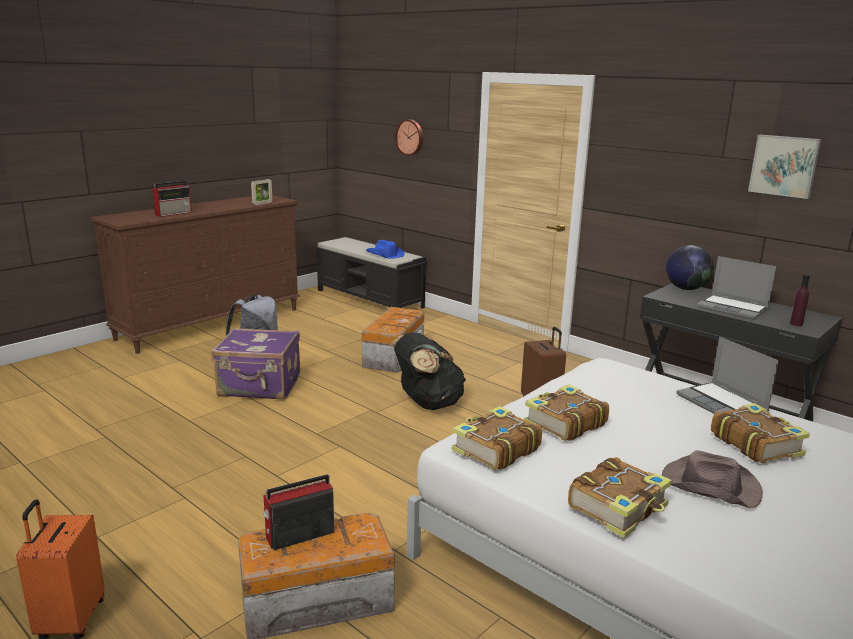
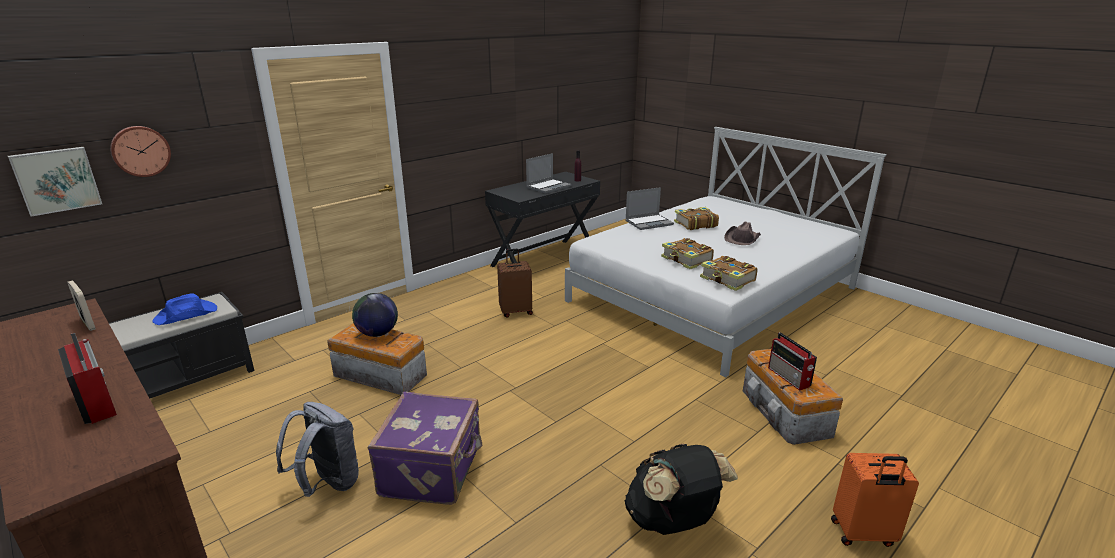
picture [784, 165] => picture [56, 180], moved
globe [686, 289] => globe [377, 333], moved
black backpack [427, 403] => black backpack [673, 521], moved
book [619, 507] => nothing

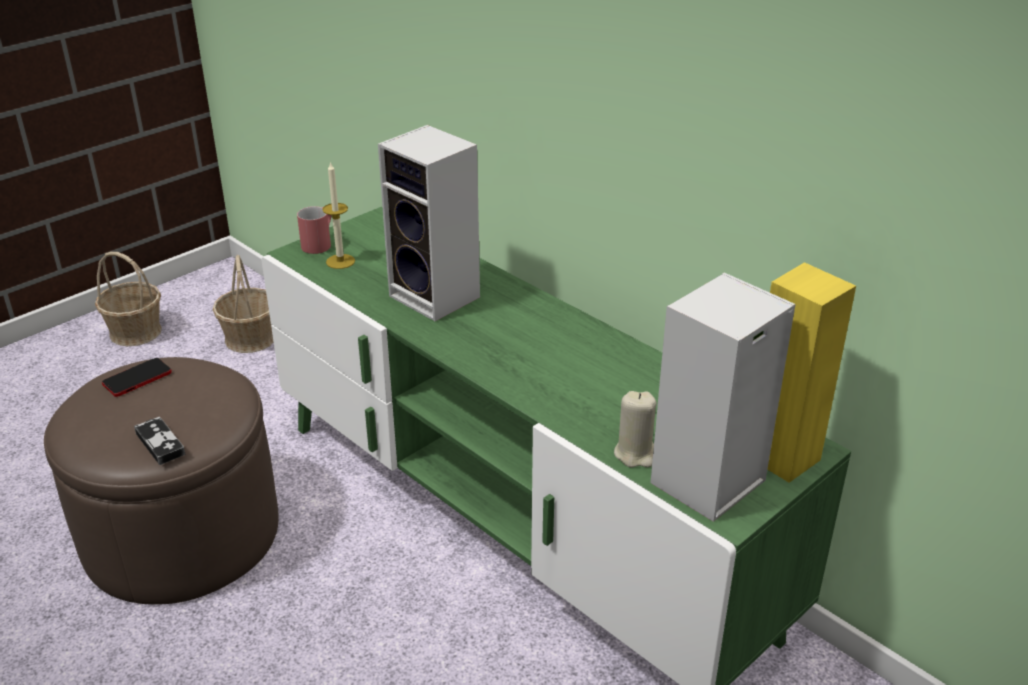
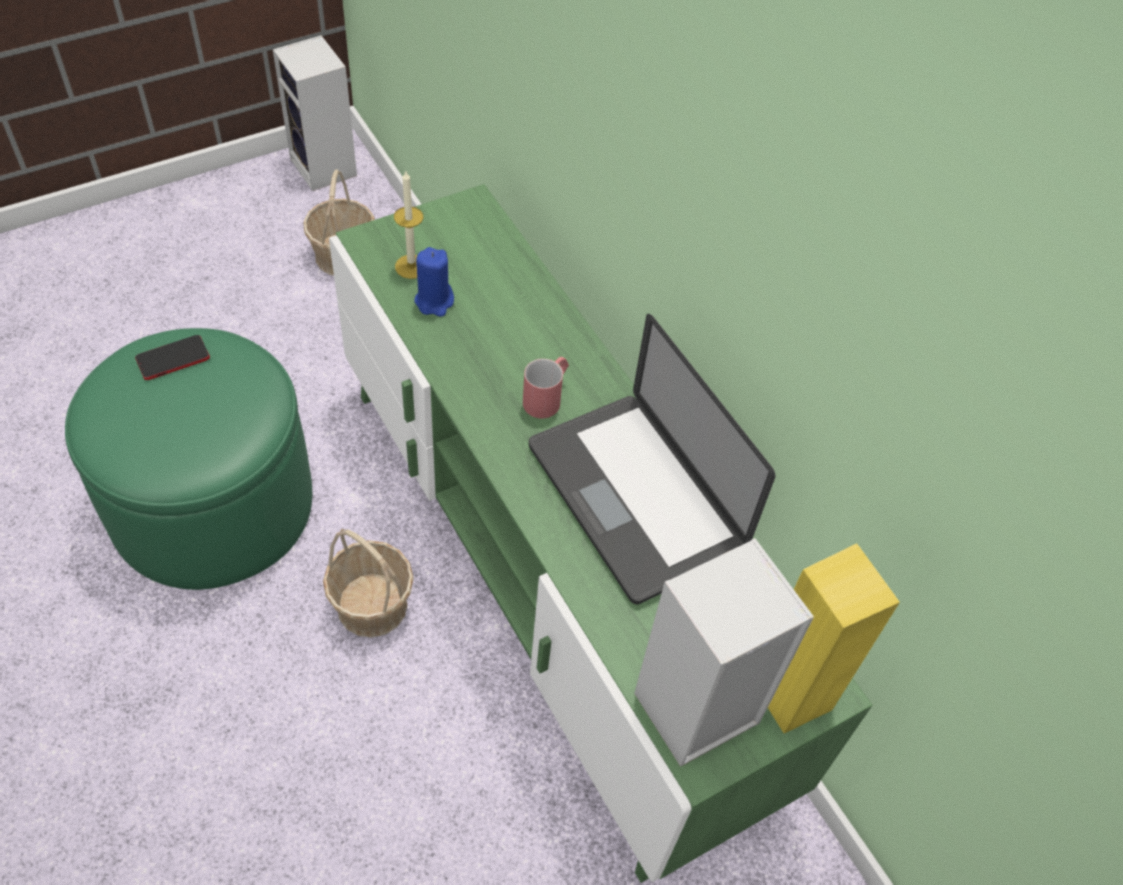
speaker [438, 297] => speaker [326, 168], moved
red mug [319, 243] => red mug [547, 397], moved
basket [135, 332] => basket [372, 605], moved
brown ottoman [181, 533] => green ottoman [212, 503]
beige candle [635, 454] => nothing
game controller [160, 443] => nothing
nothing => blue candle [434, 301]
nothing => laptop [634, 497]

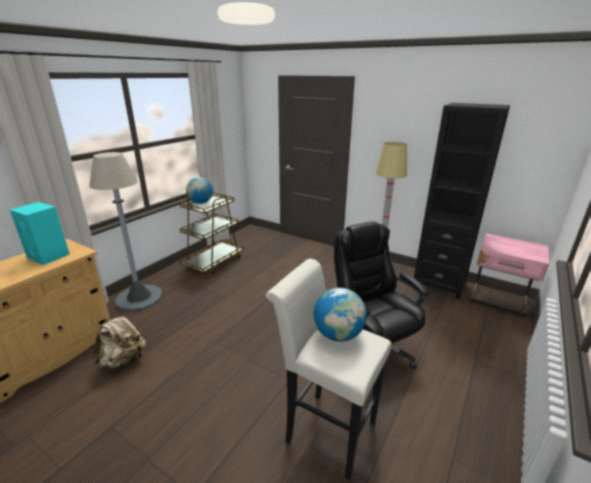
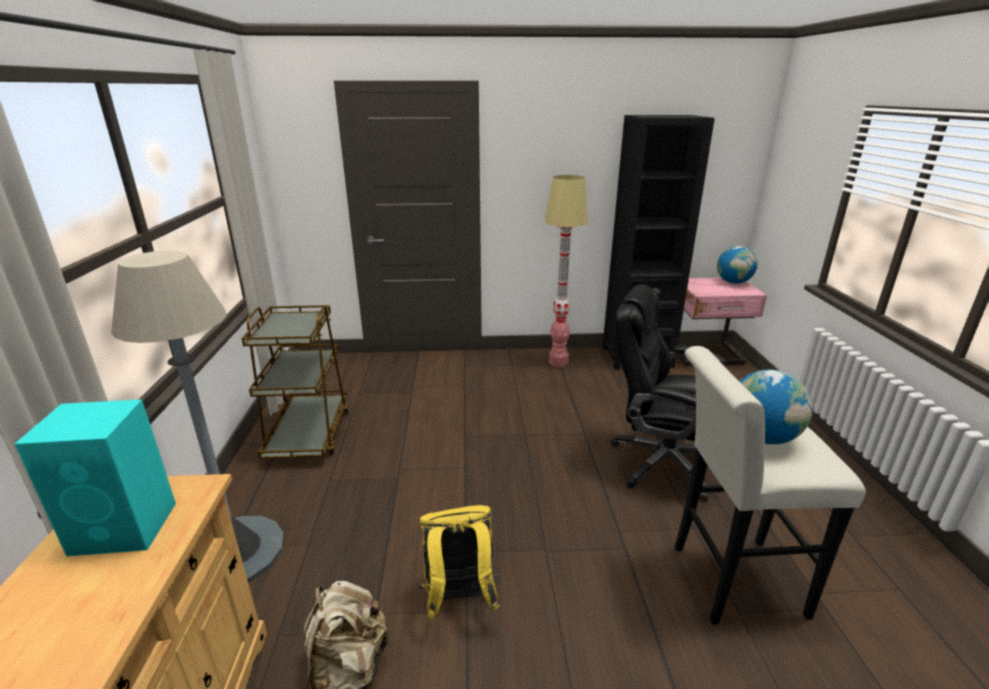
globe [201, 202] => globe [733, 282], moved
nothing => yellow backpack [459, 599]

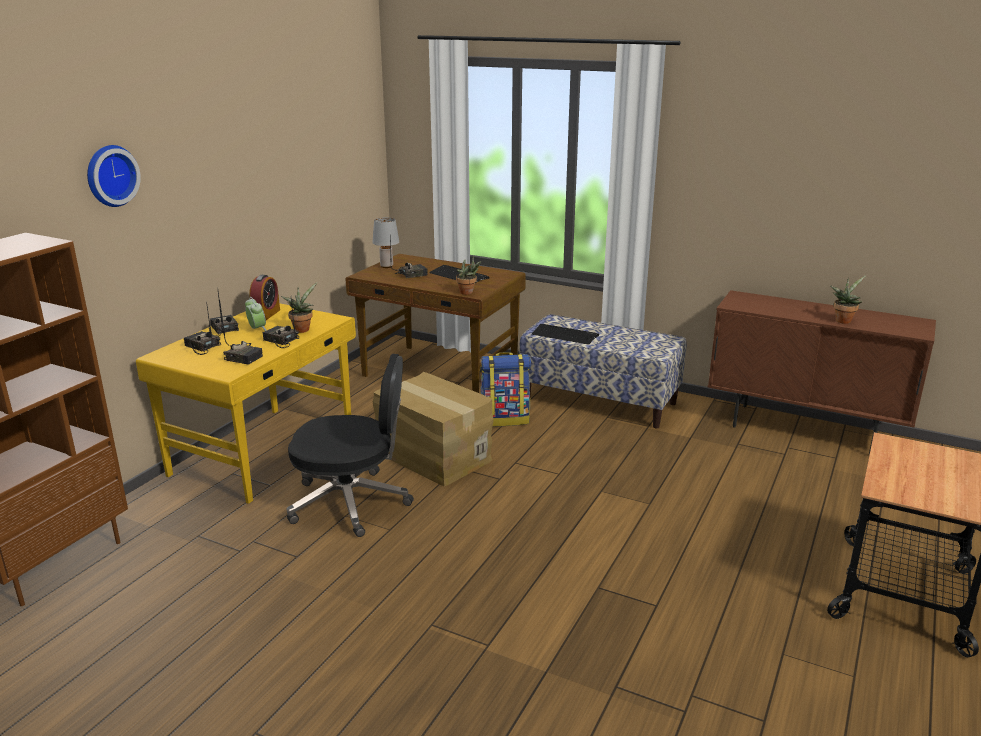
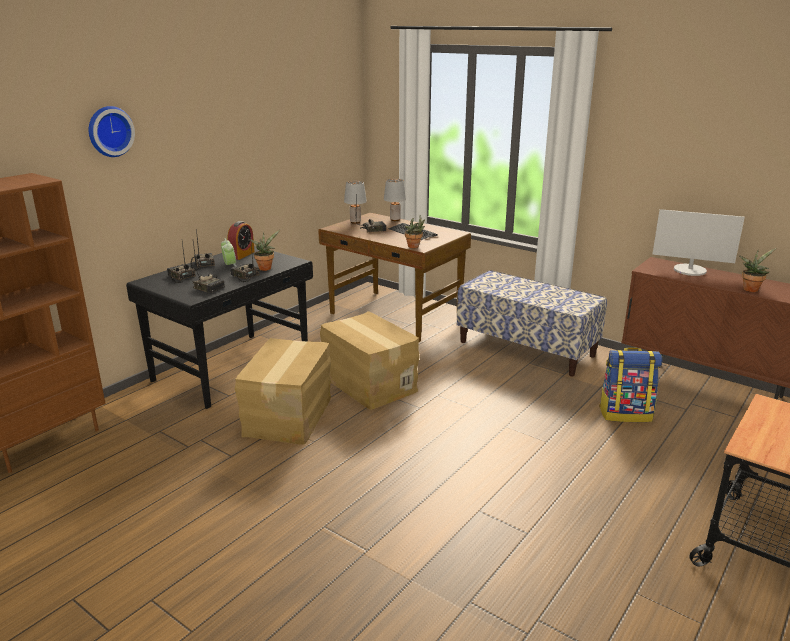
yellow desk [266, 452] => black desk [233, 368]
keyboard [564, 335] => nothing
backpack [505, 419] => backpack [625, 414], moved
black office chair [352, 502] => cardboard box [289, 416]
nothing => grey table lamp [395, 220]
nothing => monitor [690, 270]

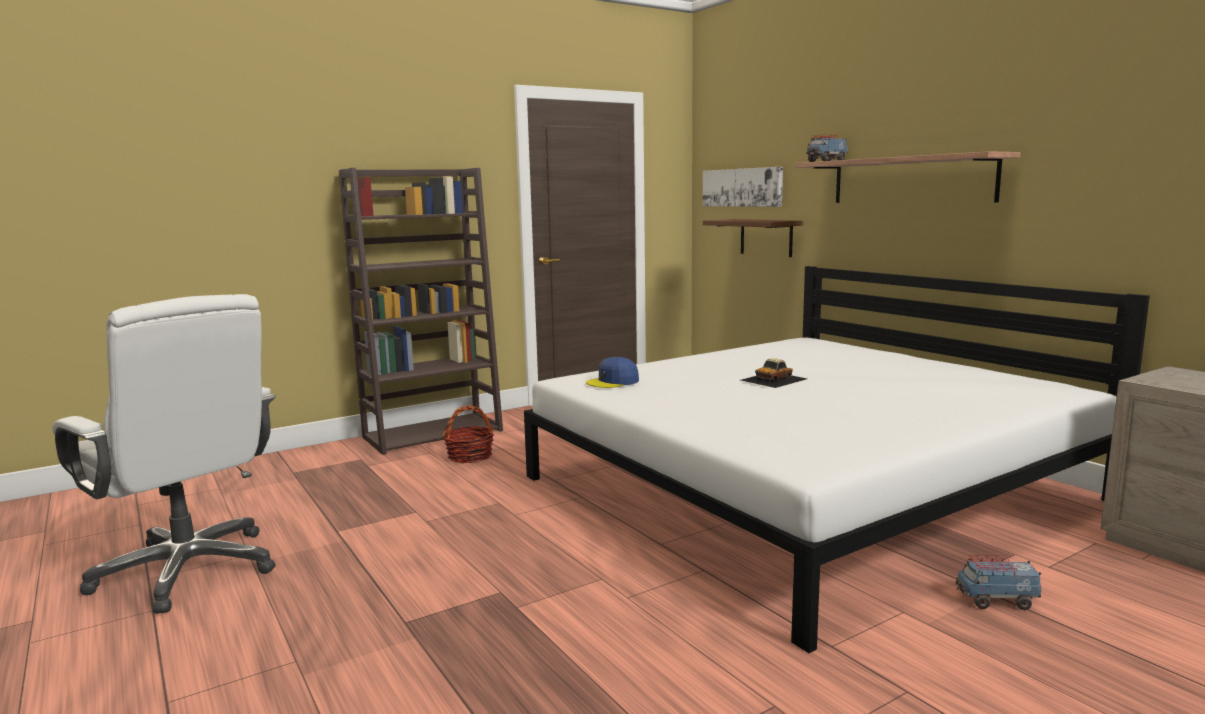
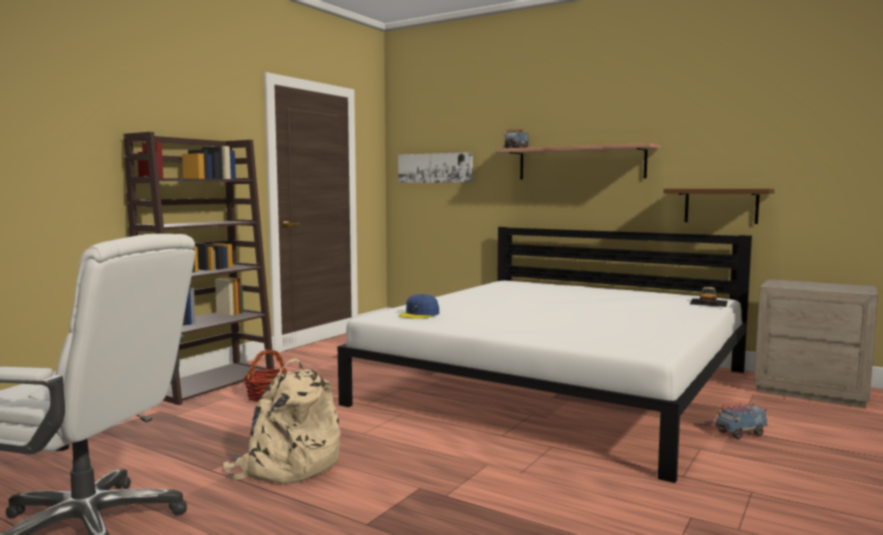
brown shelf [766, 237] => brown shelf [721, 205], moved
toy car [774, 379] => toy car [709, 302], moved
nothing => beige backpack [287, 466]

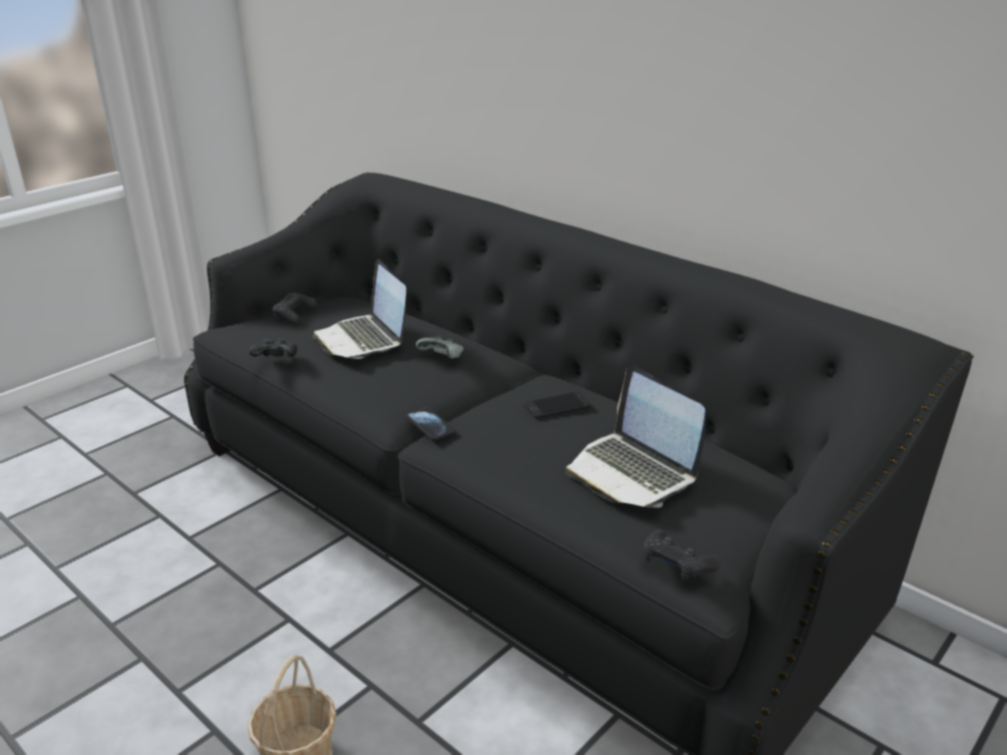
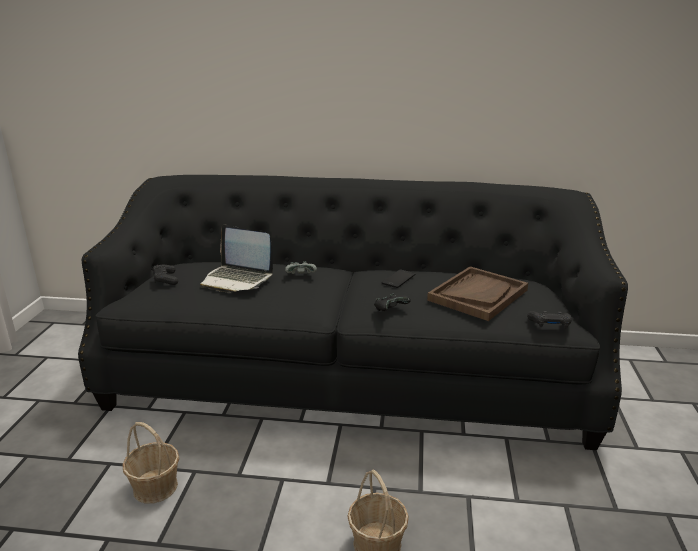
black game controller [277, 360] => black game controller [390, 310], moved
laptop [632, 472] => brown tray [478, 295]
phone [430, 425] => nothing
nothing => basket [155, 487]

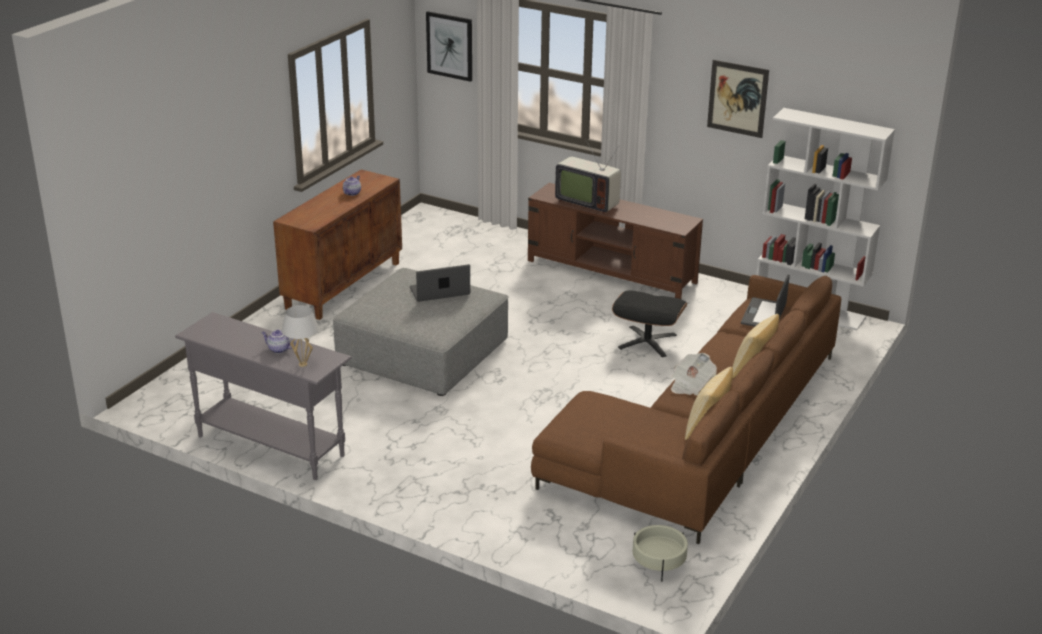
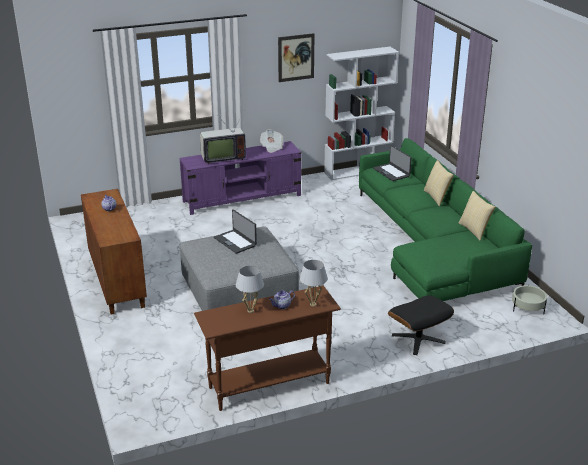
picture [450, 46] => nothing
brown tv stand [612, 272] => purple tv stand [242, 198]
laptop [440, 292] => laptop [235, 241], 60 degrees counterclockwise
brown sofa [703, 434] => green sofa [431, 246]
black ottoman [647, 341] => black ottoman [418, 339], moved
grey console table [270, 445] => brown console table [268, 385]
newspaper [691, 385] => newspaper [271, 147], moved
nothing => white table lamp [250, 311]

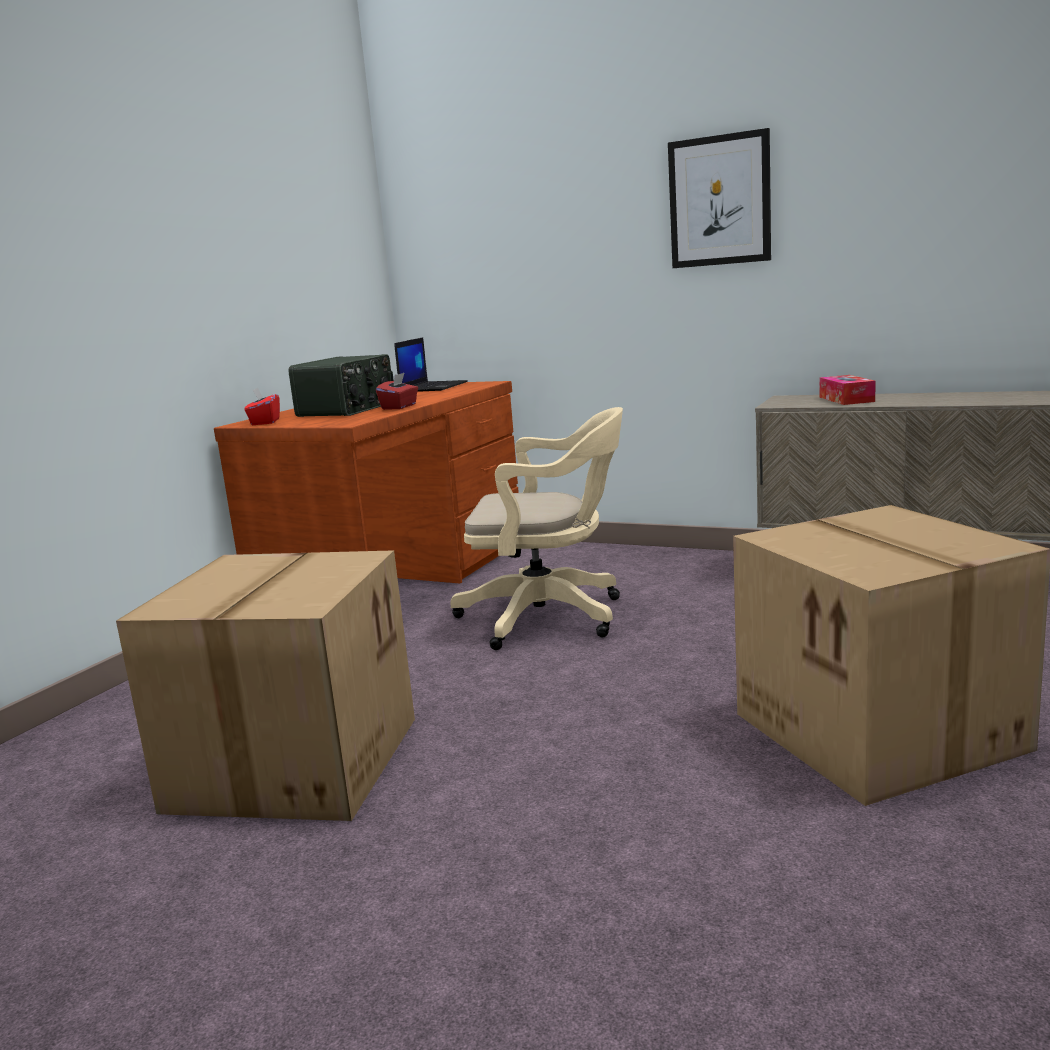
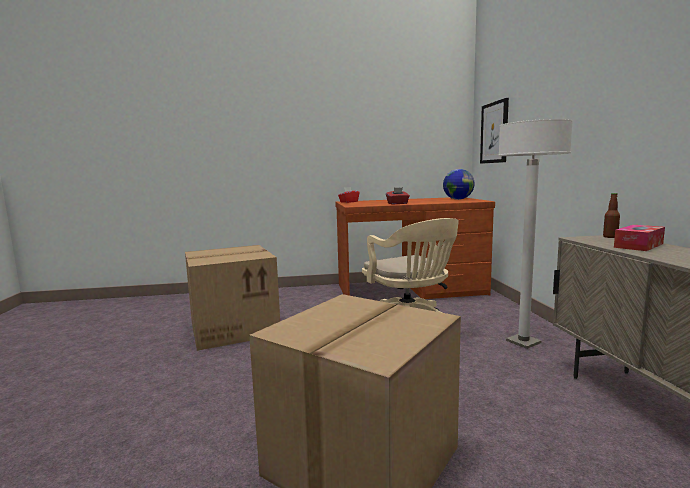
picture [720, 201] => picture [494, 132], moved
laptop [433, 387] => globe [458, 199]
radio [348, 409] => nothing
nothing => white floor lamp [523, 342]
nothing => bottle [610, 237]

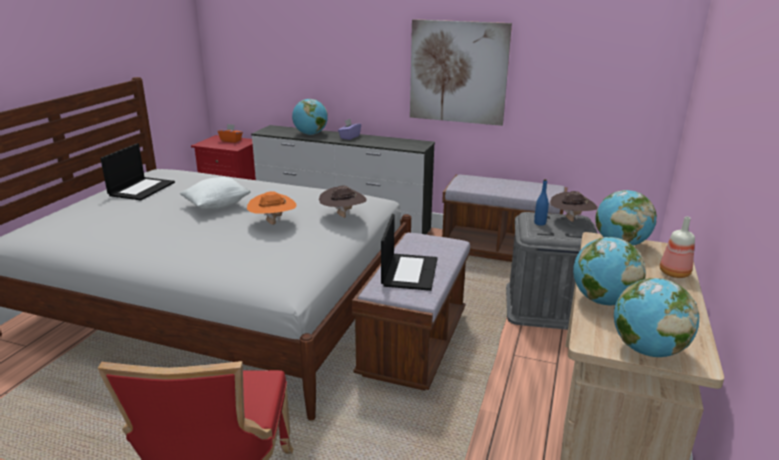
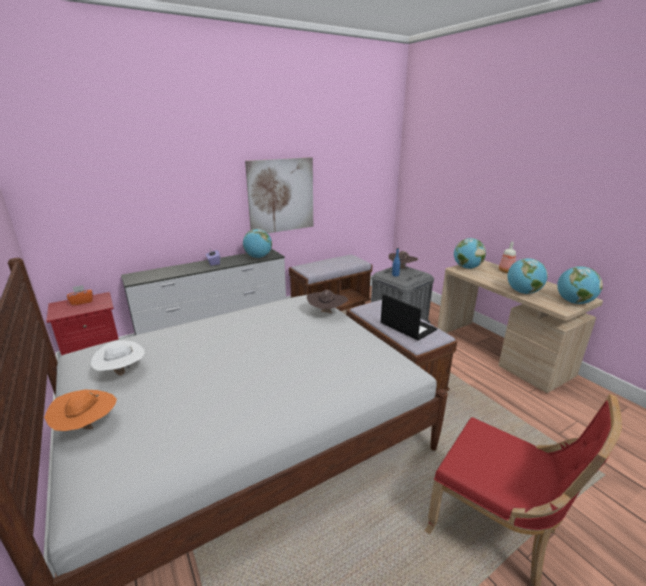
globe [310, 134] => globe [258, 257], moved
laptop [142, 188] => white hat [122, 373]
white pillow [217, 206] => nothing
orange hat [273, 224] => orange hat [88, 427], moved

